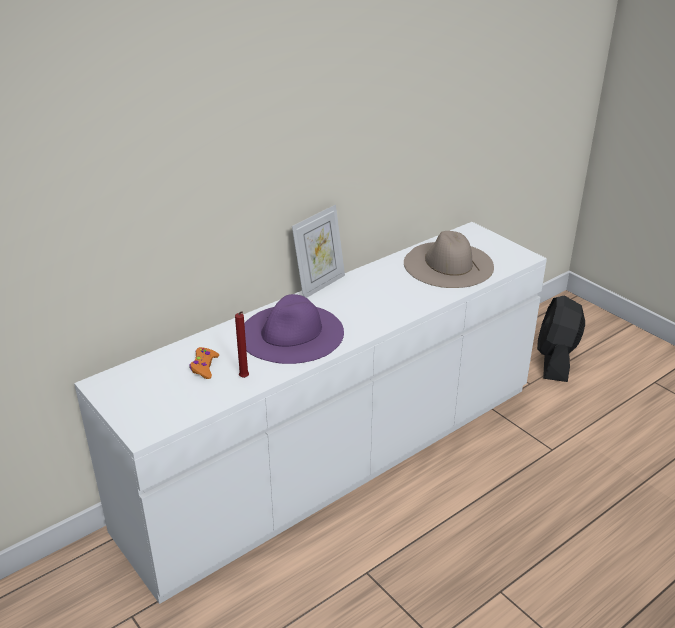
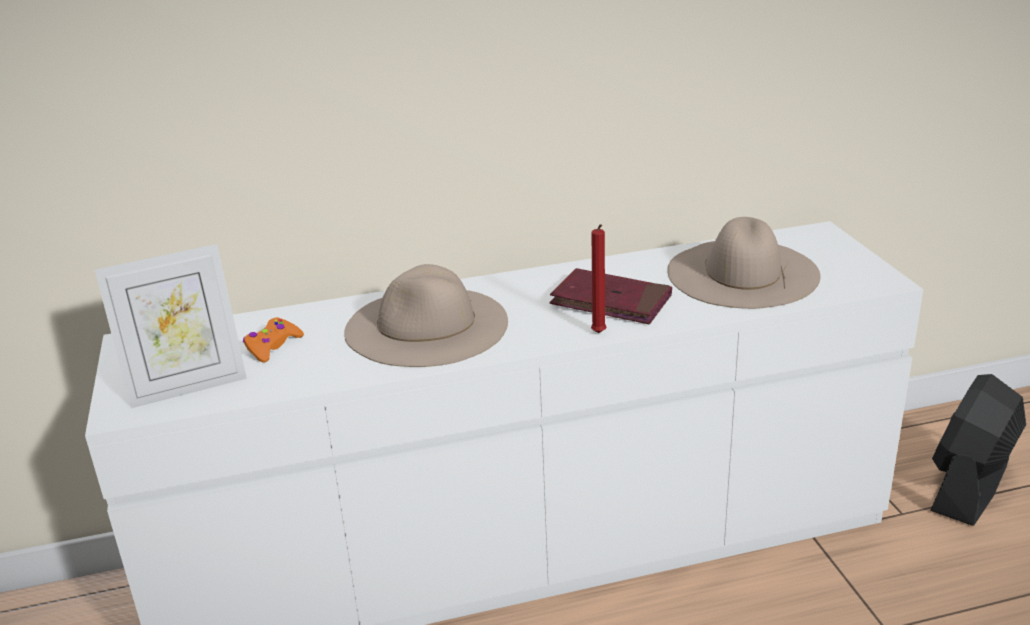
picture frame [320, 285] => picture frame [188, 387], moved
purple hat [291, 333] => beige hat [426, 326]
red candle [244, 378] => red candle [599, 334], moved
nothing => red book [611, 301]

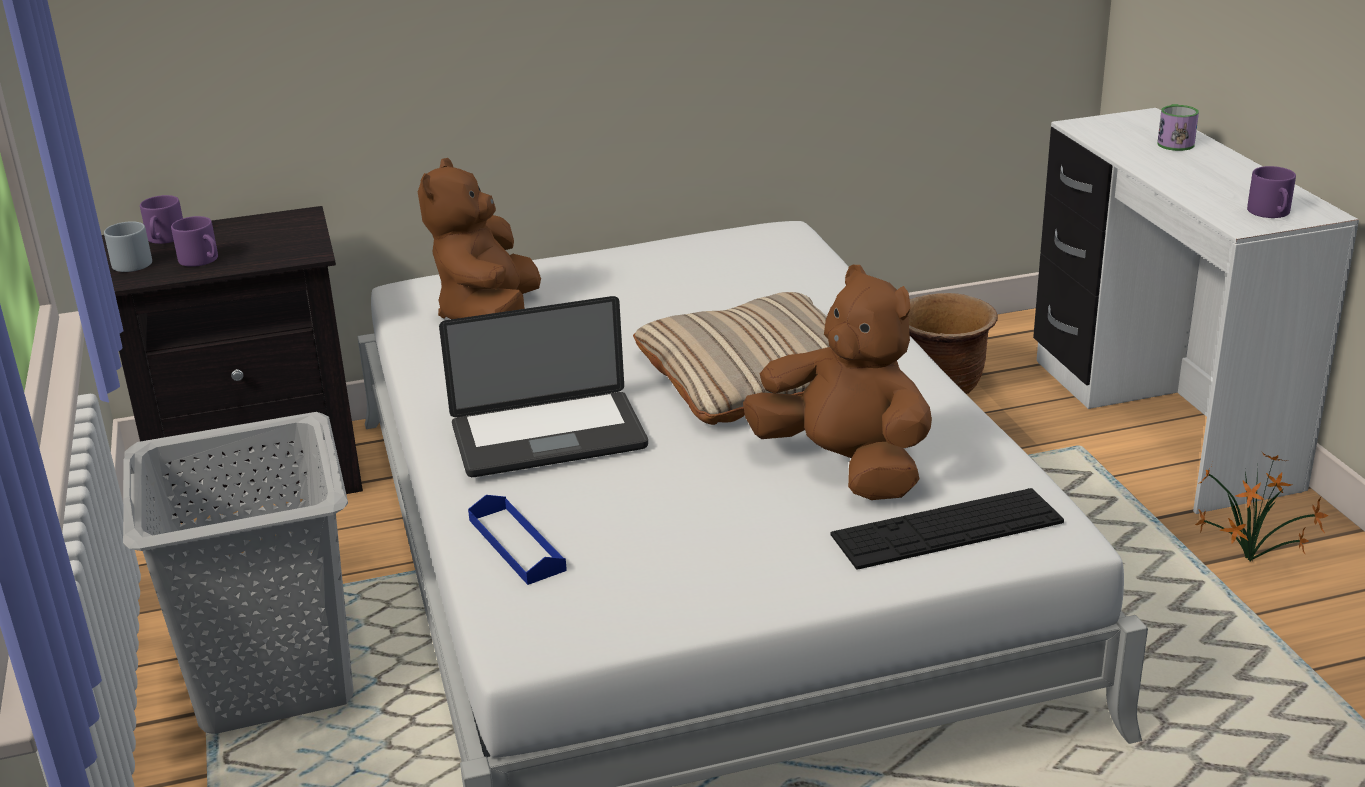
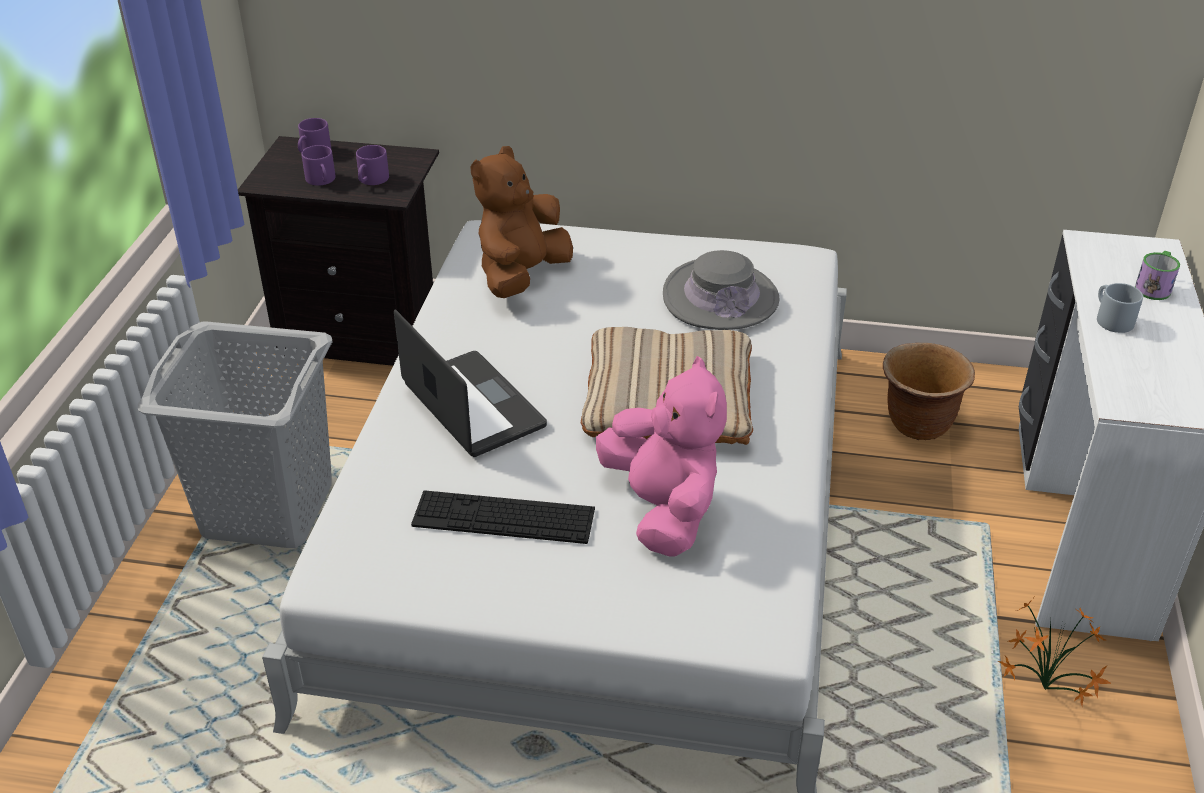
purple mug [1272, 213] => purple mug [372, 180], moved
grey mug [127, 262] => grey mug [1110, 319], moved
brown plush toy [845, 466] => pink plush toy [663, 509]
laptop [548, 437] => laptop [473, 406], 135 degrees counterclockwise
keyboard [947, 528] => keyboard [503, 517], moved
blue tray [516, 545] => nothing
nothing => grey hat [720, 297]

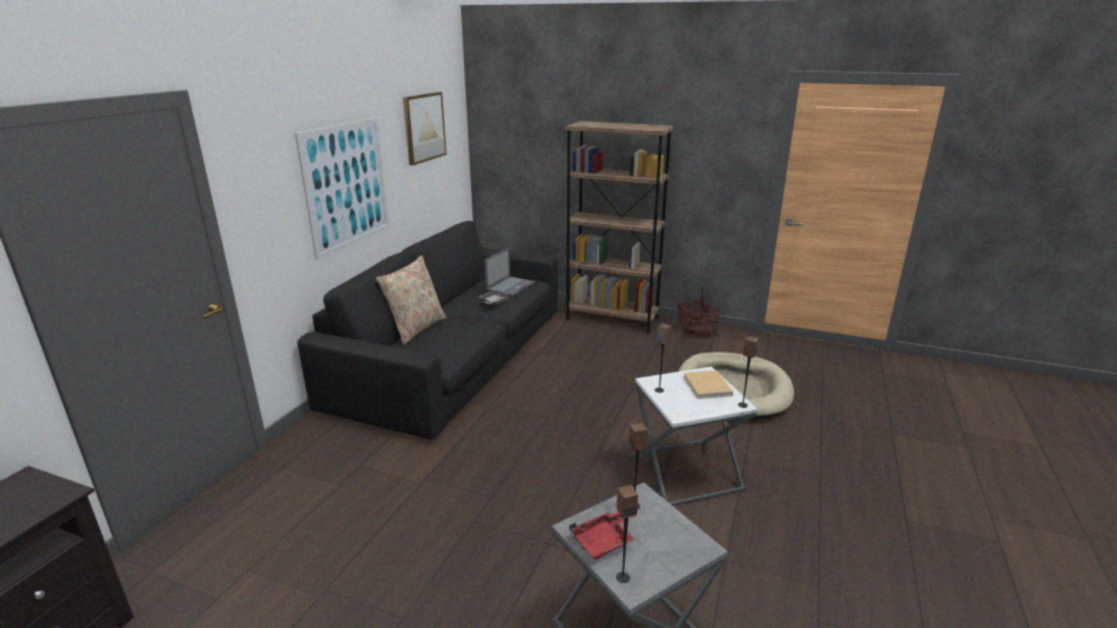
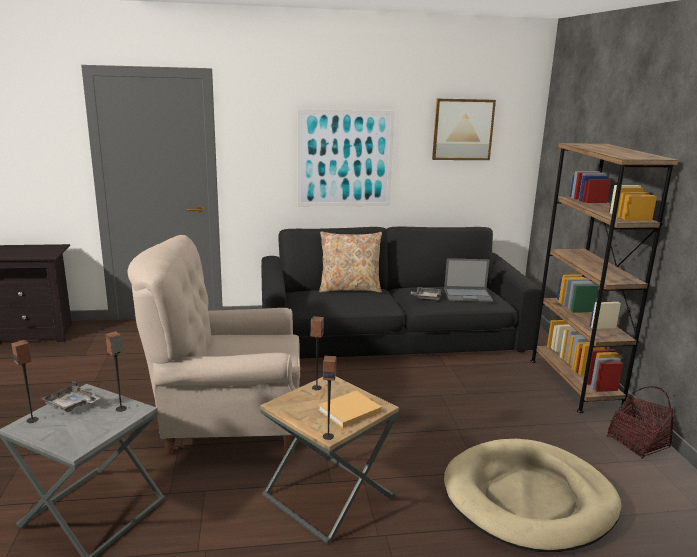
white side table [685, 472] => brown side table [328, 496]
red tray [602, 542] => grey tray [71, 405]
nothing => beige armchair [226, 423]

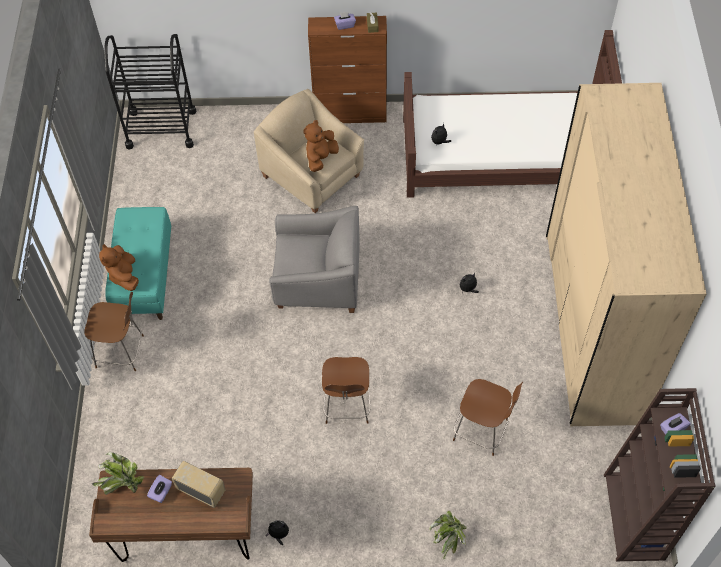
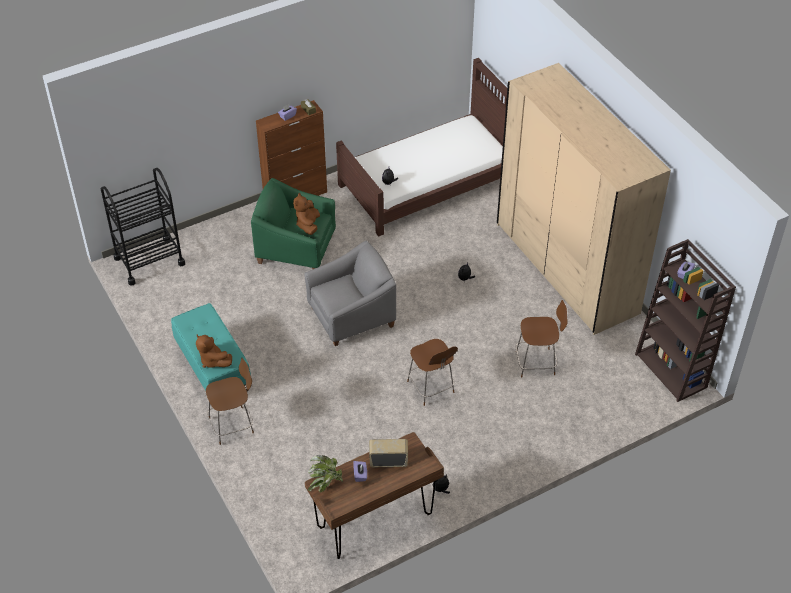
beige armchair [312, 175] => green armchair [296, 248]
potted plant [448, 538] => nothing

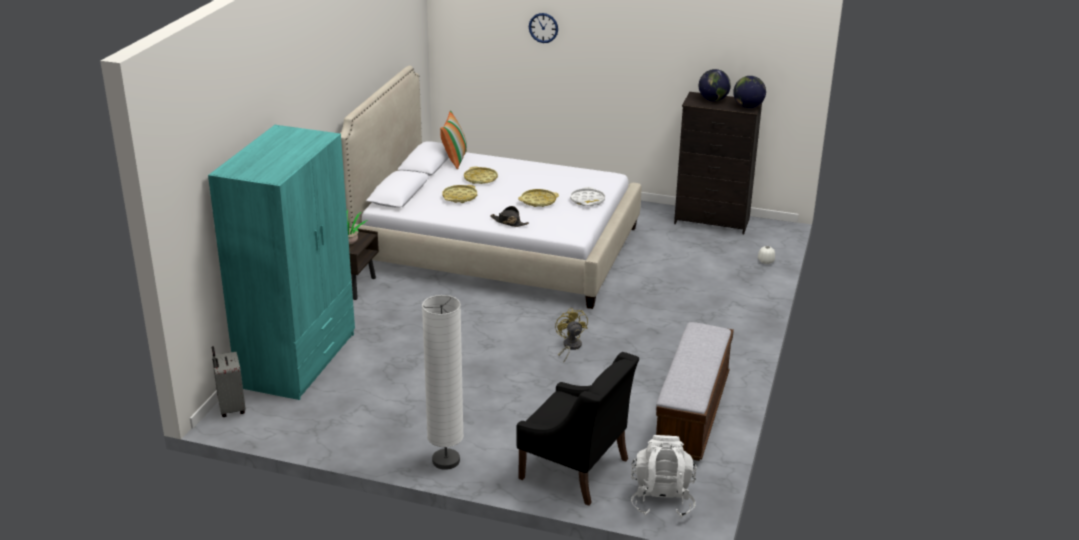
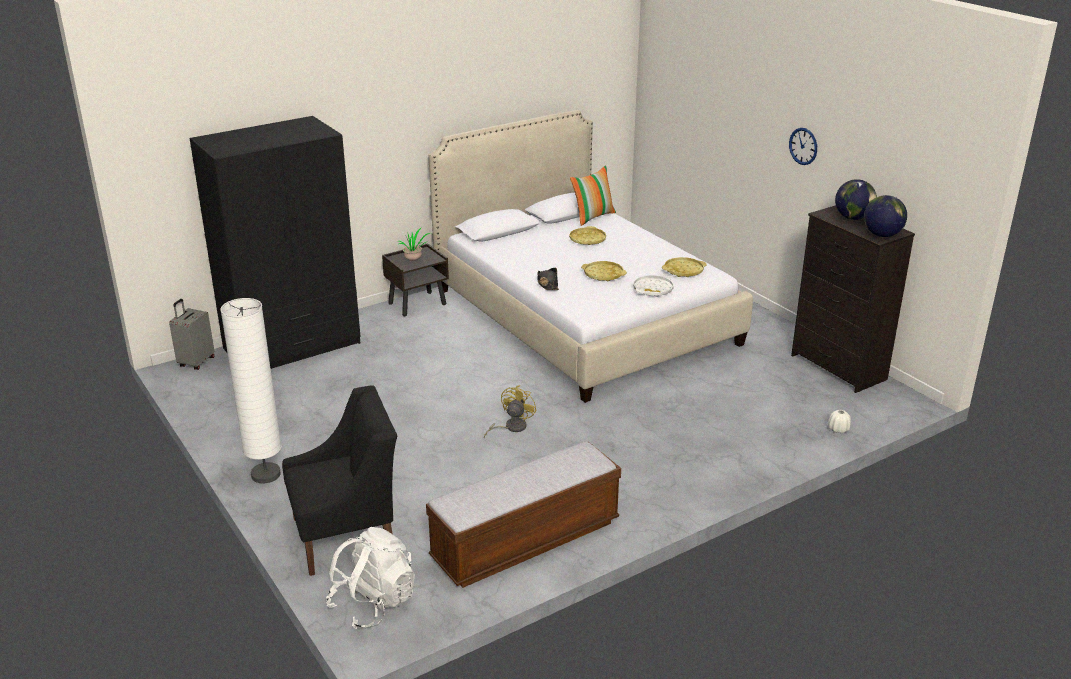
wall clock [543, 27] => wall clock [803, 146], moved
turquoise wardrobe [298, 360] => black wardrobe [293, 346]
yellow tray [460, 197] => yellow tray [683, 271], moved
black armchair [575, 469] => black armchair [347, 535], 90 degrees counterclockwise

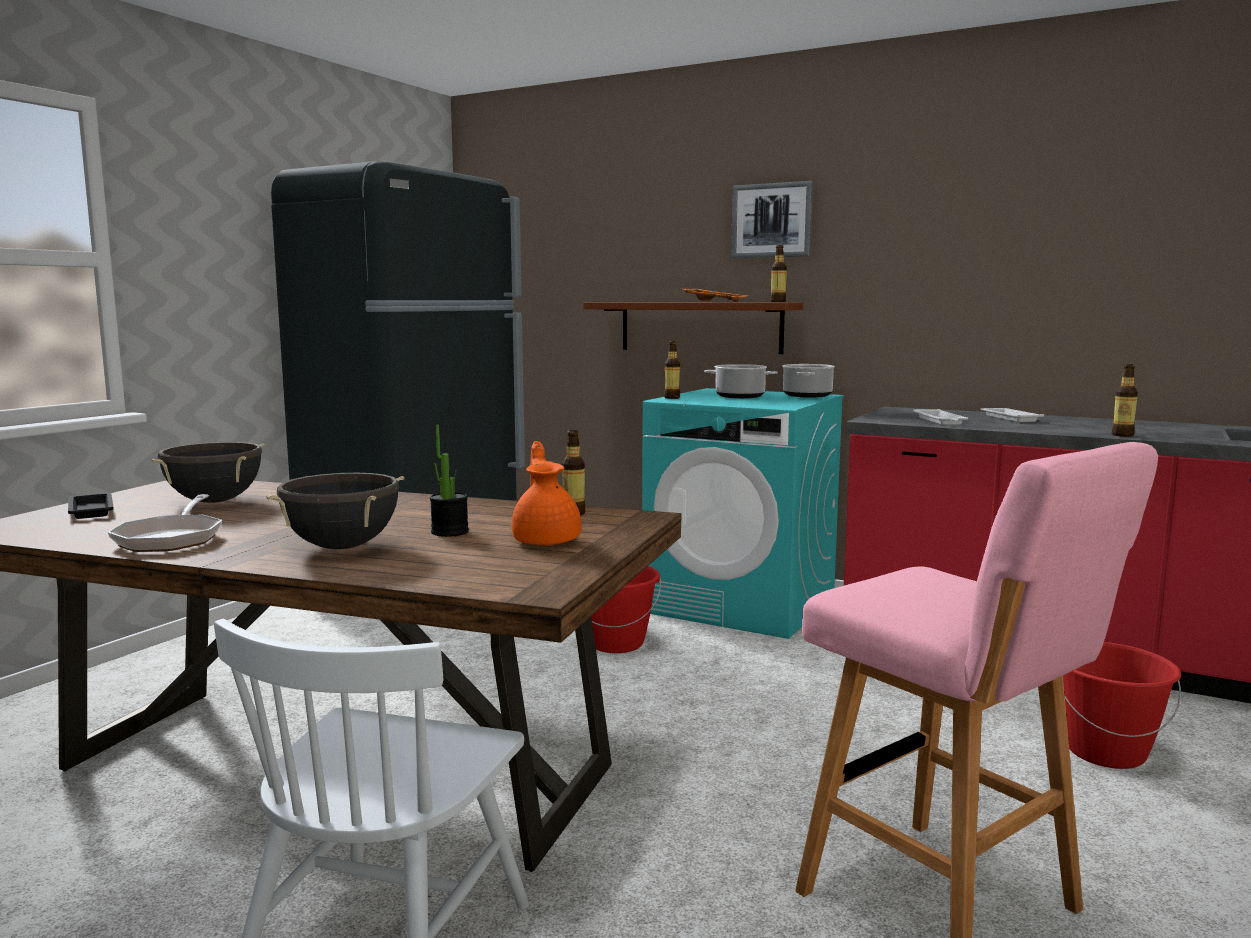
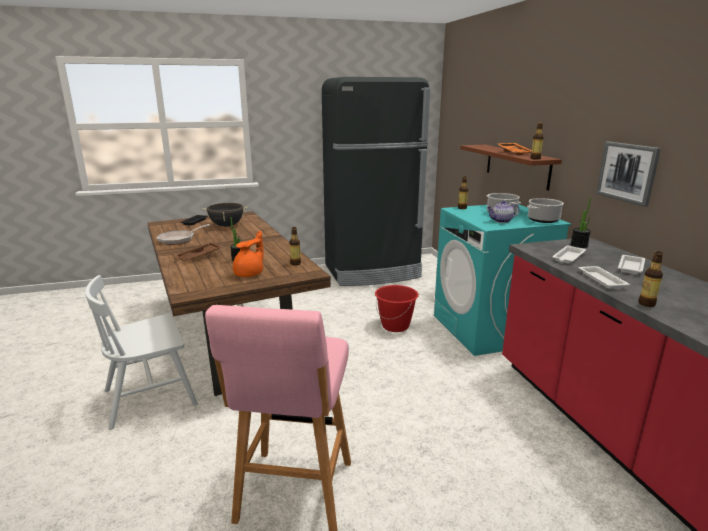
picture [772, 220] => picture [627, 172], moved
black cooking pot [342, 547] => brown tray [199, 257]
red bucket [1105, 752] => nothing
nothing => potted plant [579, 245]
nothing => teapot [501, 221]
nothing => white tray [601, 279]

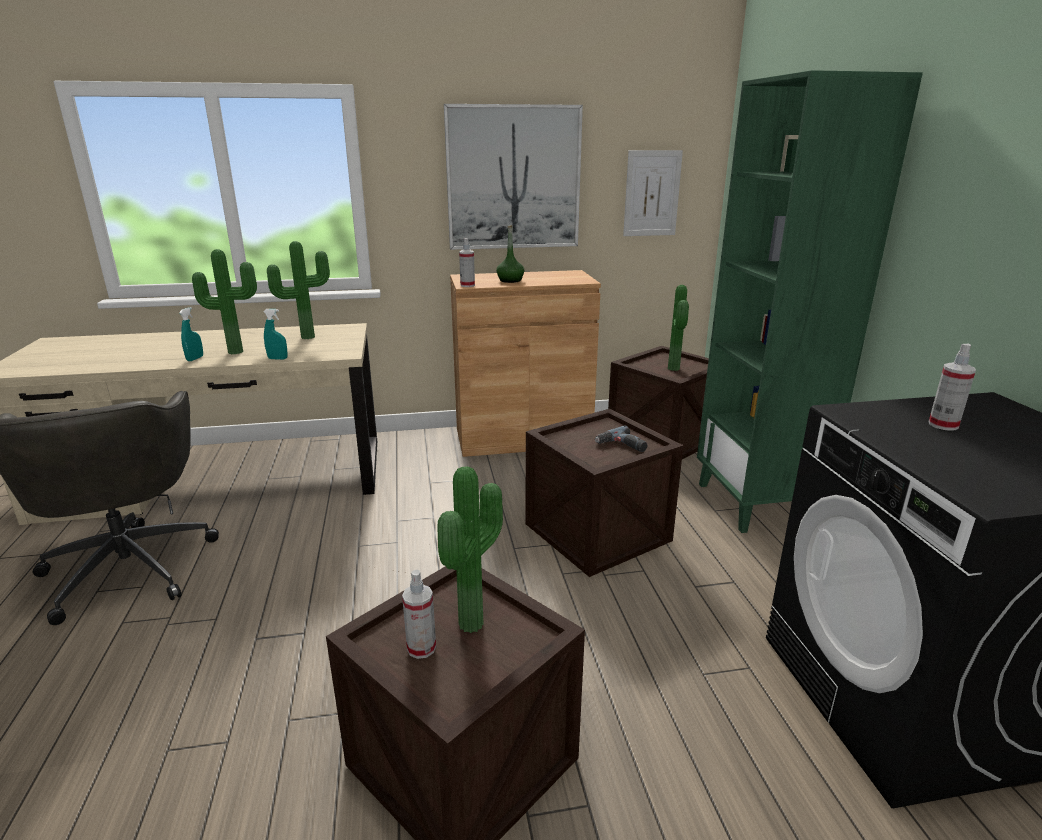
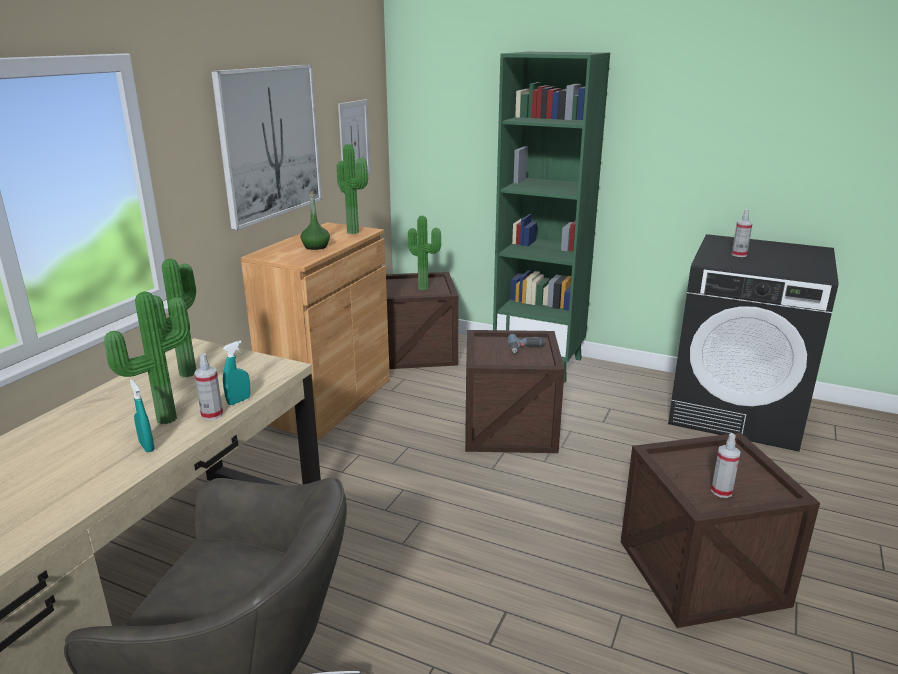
spray bottle [467, 285] => spray bottle [212, 415], moved
potted plant [475, 625] => potted plant [355, 232], moved

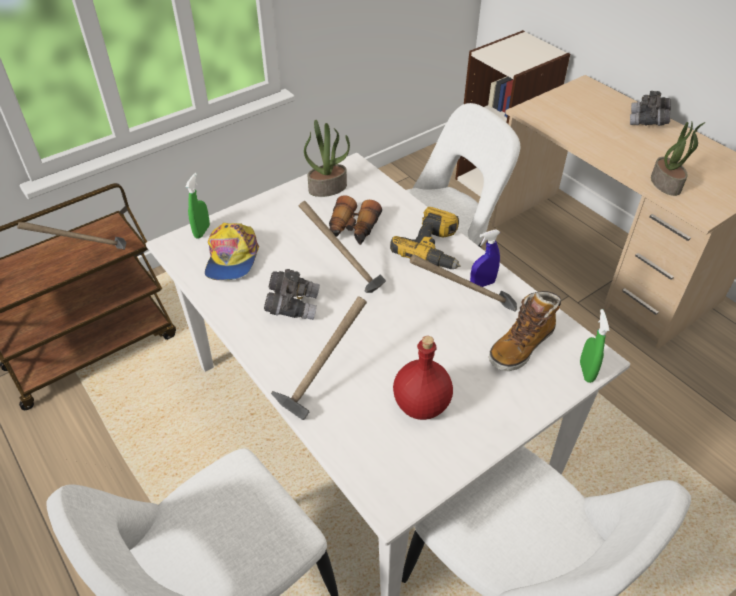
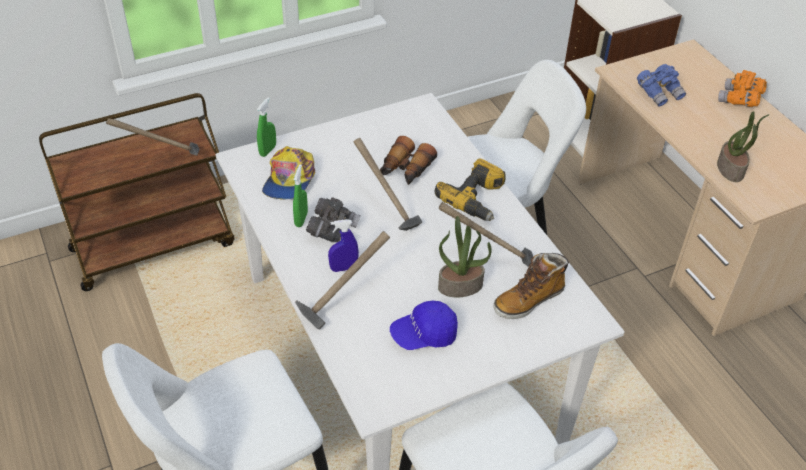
grey binoculars [647, 121] => orange binoculars [739, 100]
potted plant [328, 187] => potted plant [460, 285], moved
blue spray bottle [482, 284] => blue spray bottle [343, 268], moved
green spray bottle [586, 371] => green spray bottle [301, 219], moved
red bottle [422, 405] => blue cap [424, 335]
nothing => blue binoculars [659, 93]

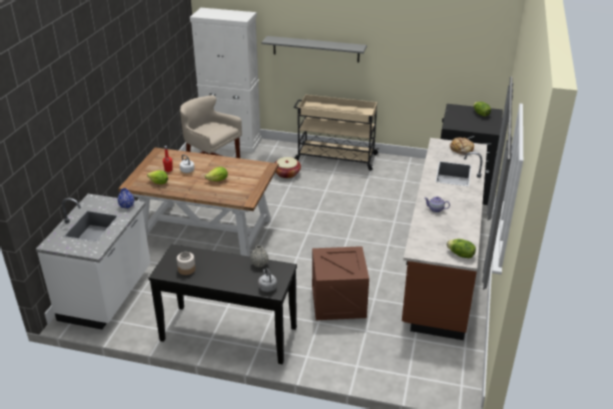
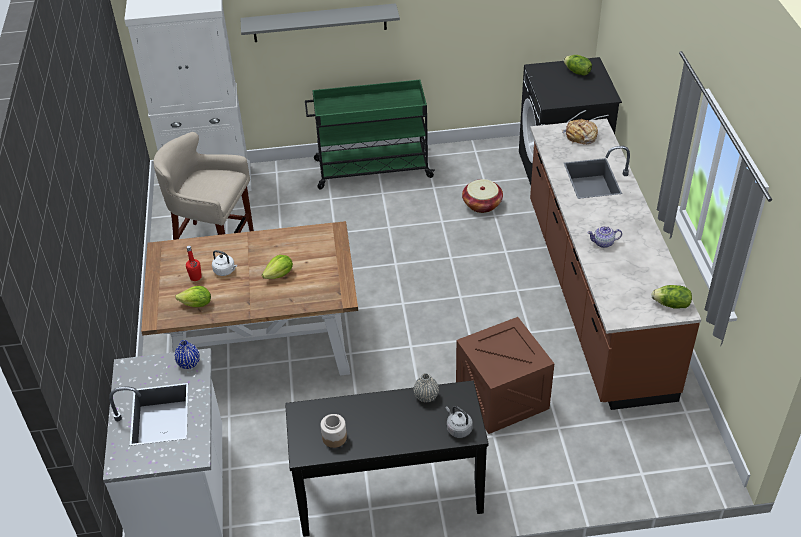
beige cart [335, 157] => green cart [371, 168]
basket [287, 173] => basket [482, 204], moved

